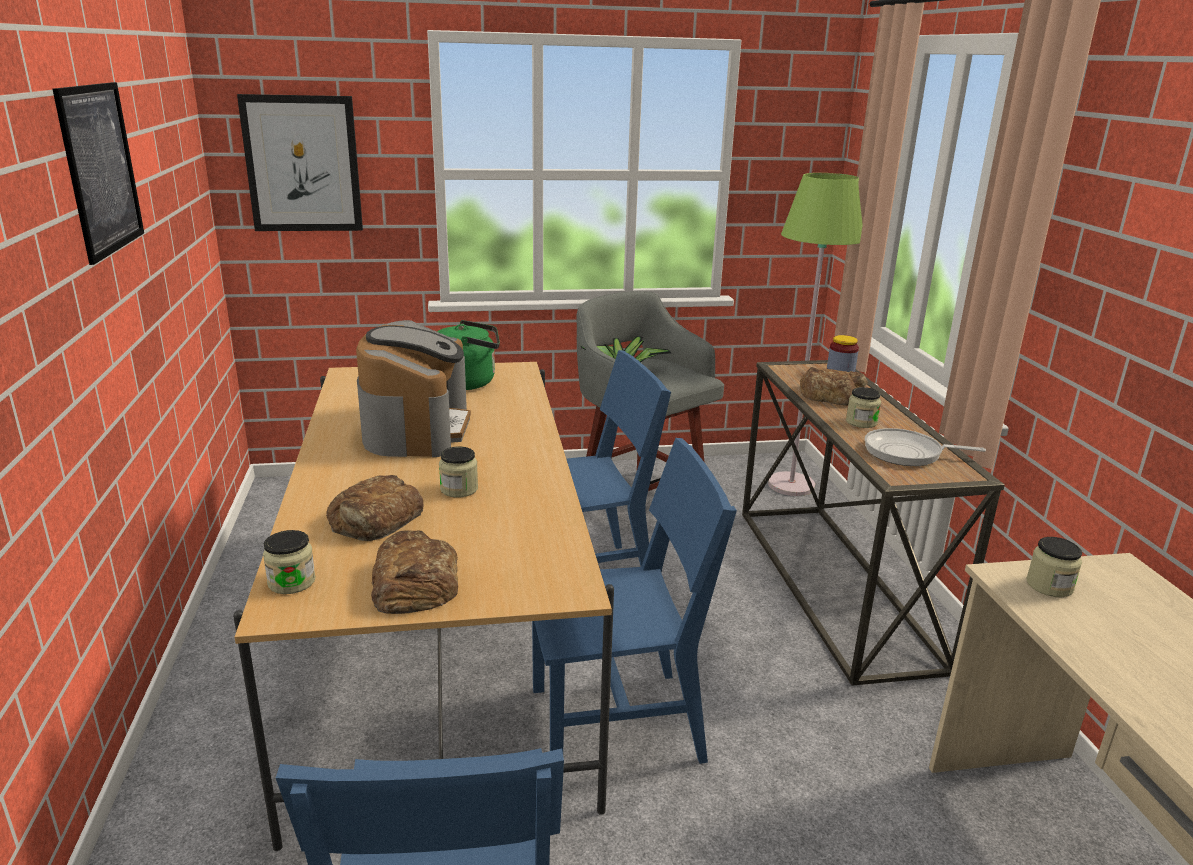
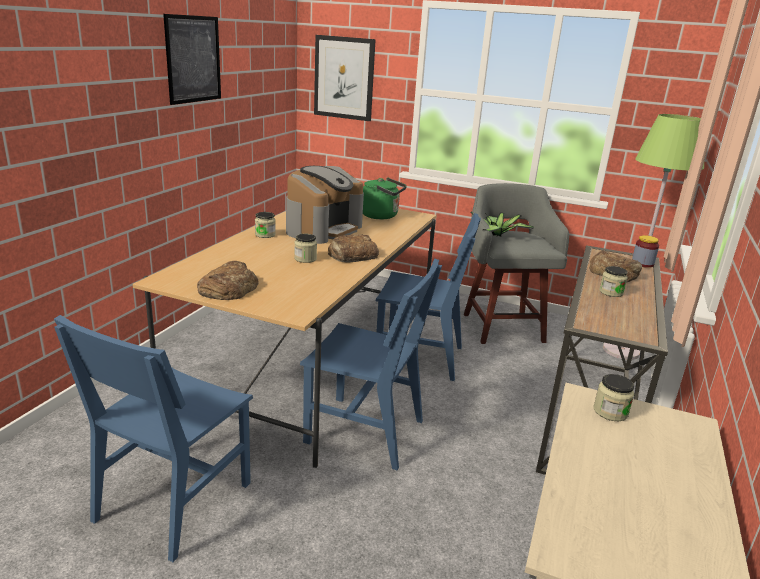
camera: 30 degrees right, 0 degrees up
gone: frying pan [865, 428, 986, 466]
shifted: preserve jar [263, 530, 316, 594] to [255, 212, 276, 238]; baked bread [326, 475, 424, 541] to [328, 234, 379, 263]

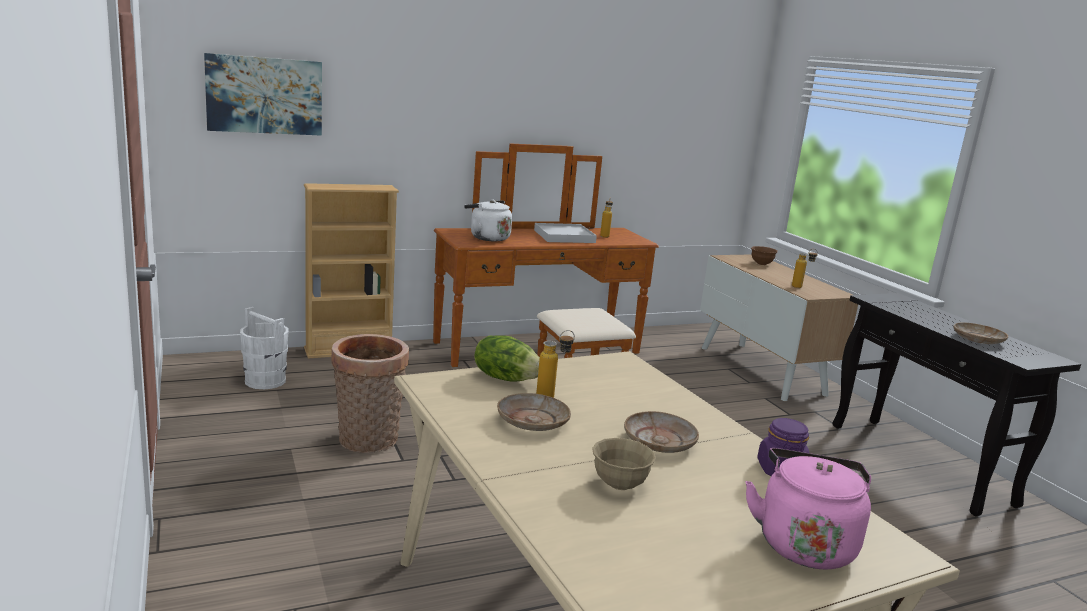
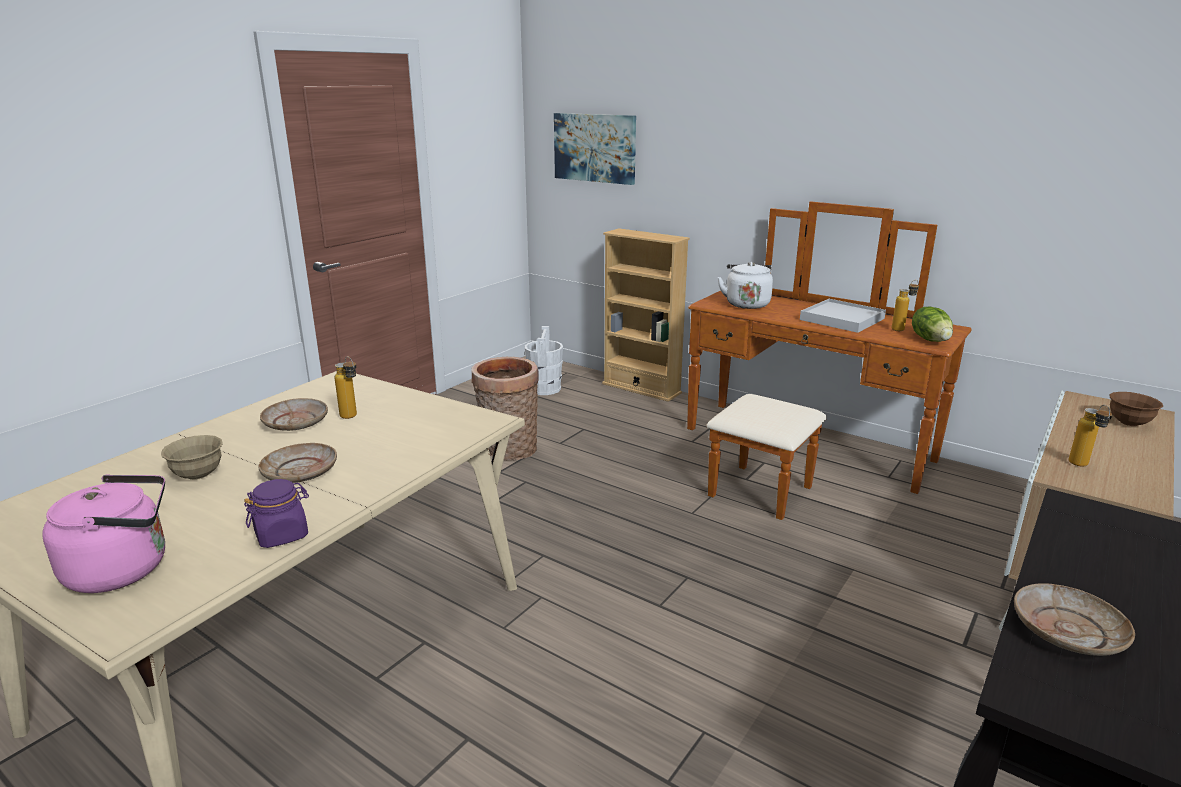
camera: 60 degrees right, 5 degrees up
shifted: head of lettuce [474, 335, 540, 381] to [912, 306, 953, 342]

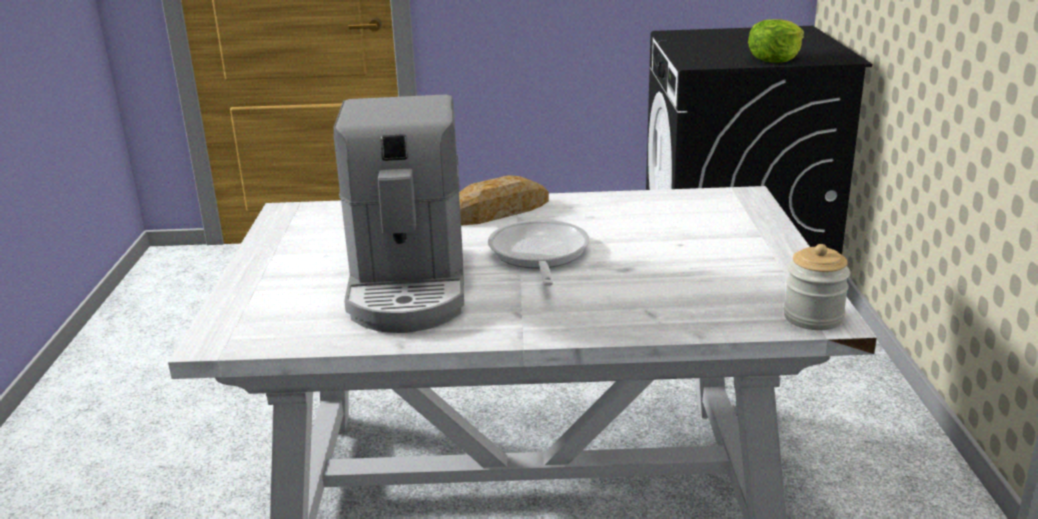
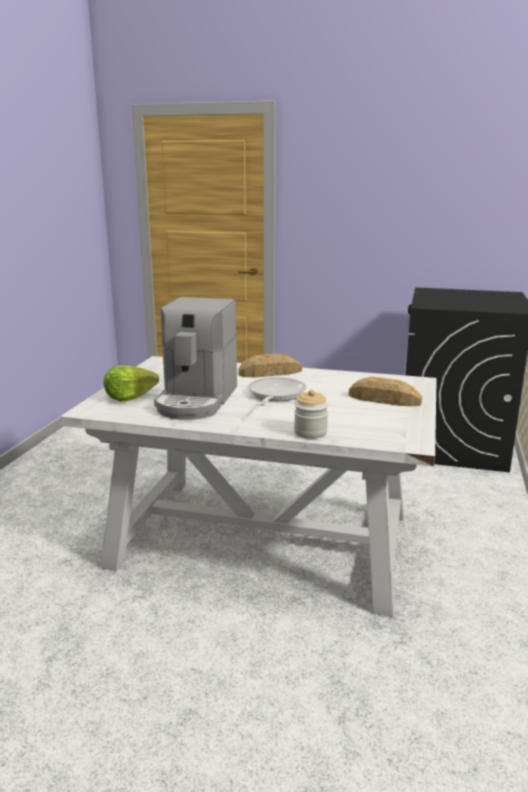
camera: 15 degrees right, 5 degrees down
new: baked bread [349, 377, 422, 406]
shifted: head of lettuce [748, 19, 804, 63] to [104, 366, 159, 402]; preserve jar [784, 244, 850, 330] to [294, 389, 329, 439]

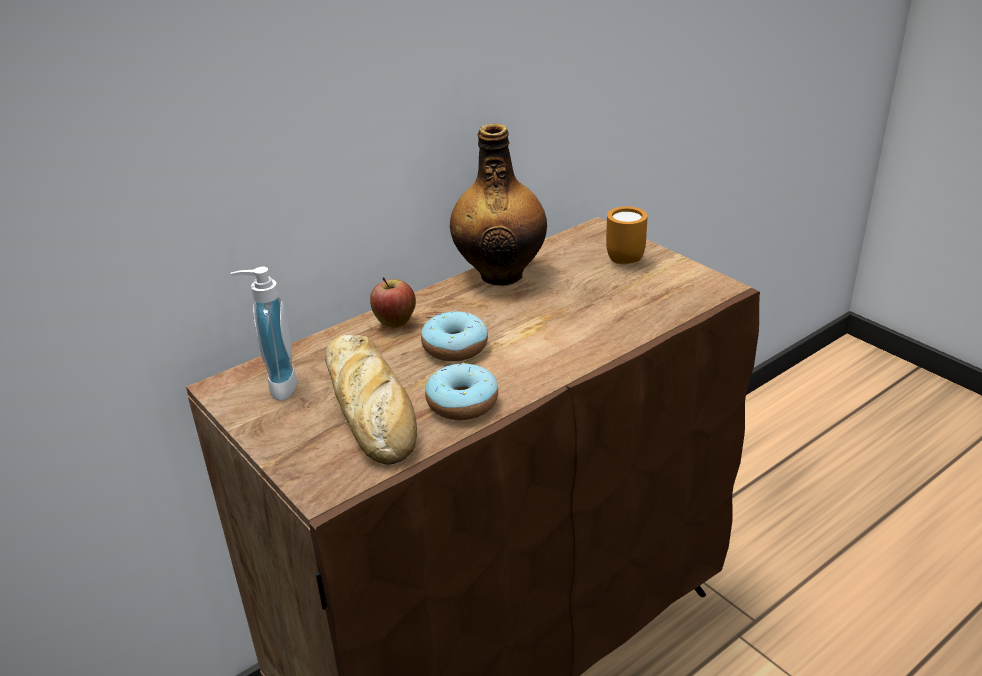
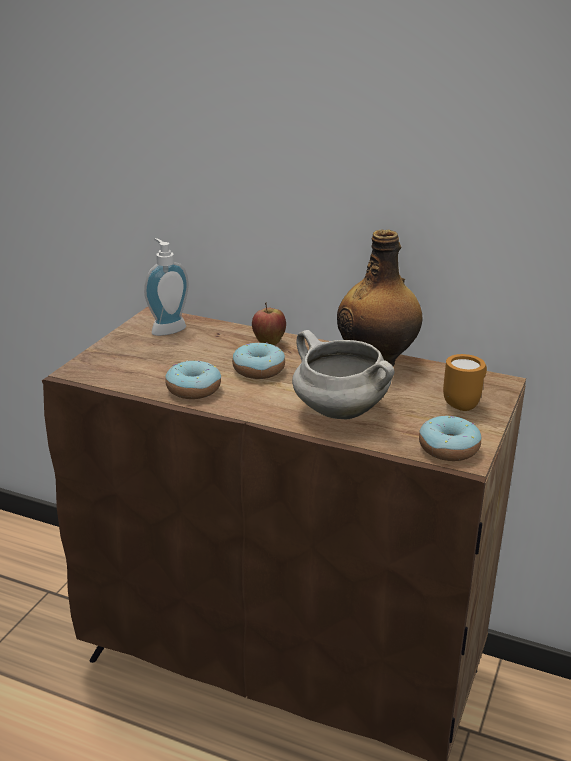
camera: 60 degrees right, 5 degrees down
gone: baked bread [325, 335, 417, 465]
new: saucepot (whitish) [292, 330, 394, 420]; donut [419, 416, 481, 461]

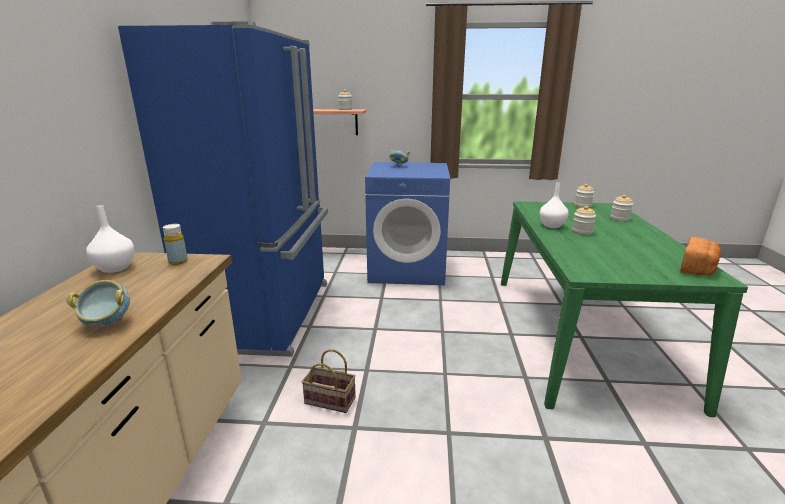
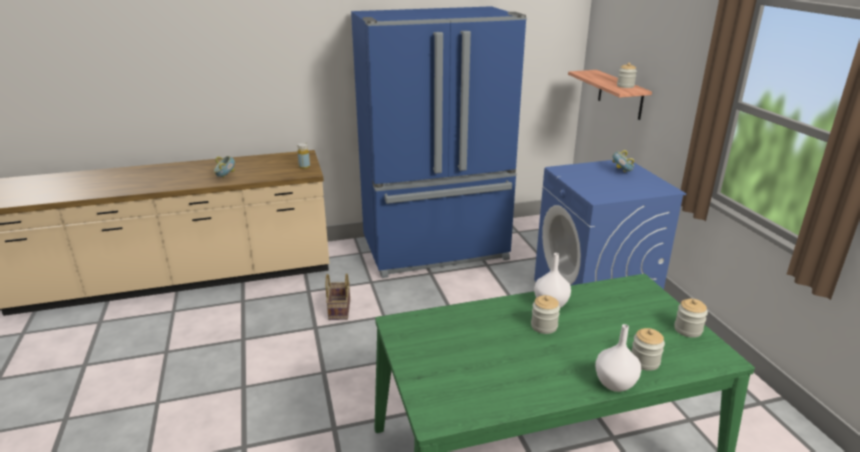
camera: 70 degrees right, 5 degrees up
gone: baked bread [680, 237, 721, 275]
shifted: flower vase (whitish) [87, 205, 134, 273] to [595, 324, 641, 392]

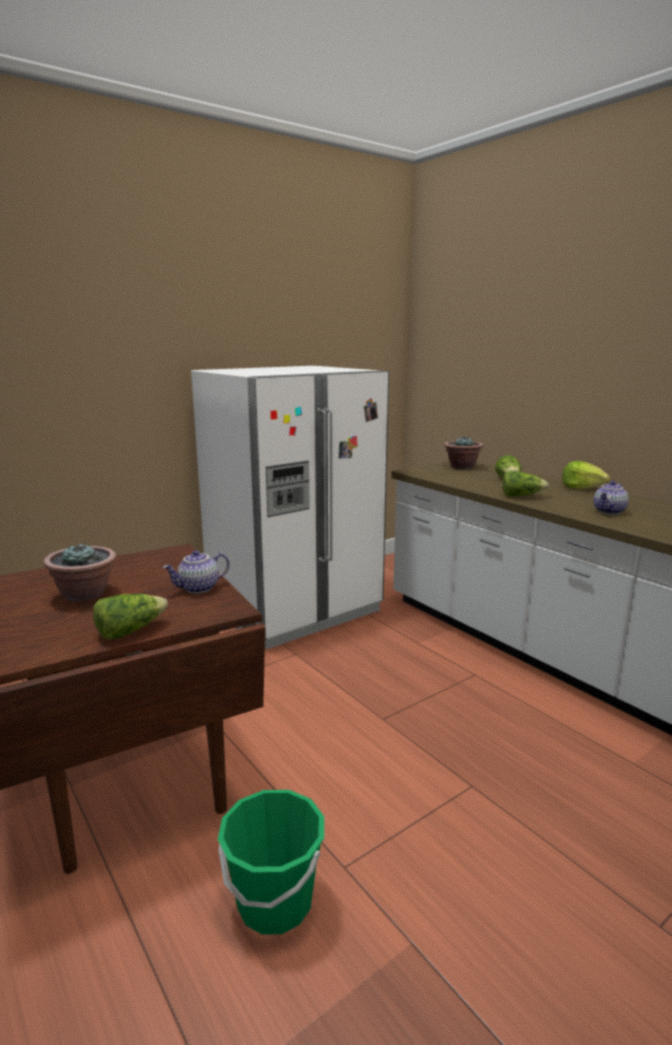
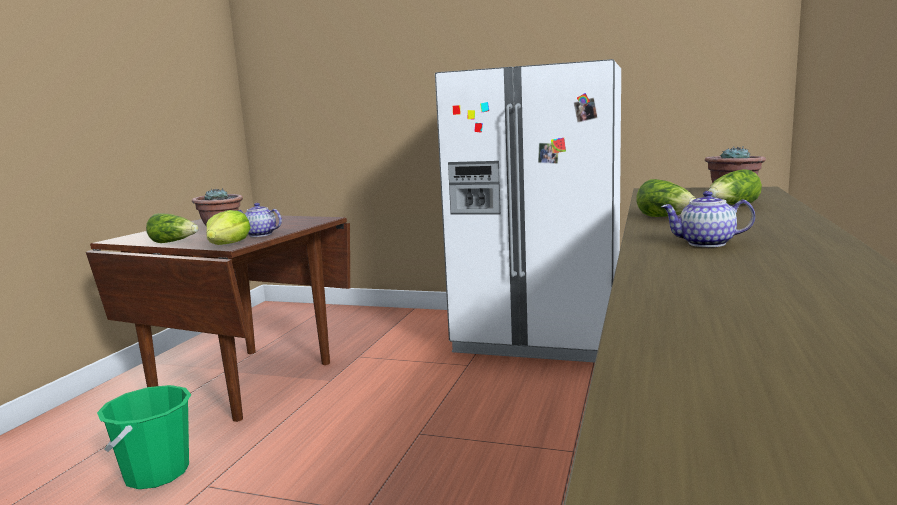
camera: 55 degrees right, 5 degrees down
shifted: head of lettuce [562, 461, 610, 489] to [206, 210, 251, 245]

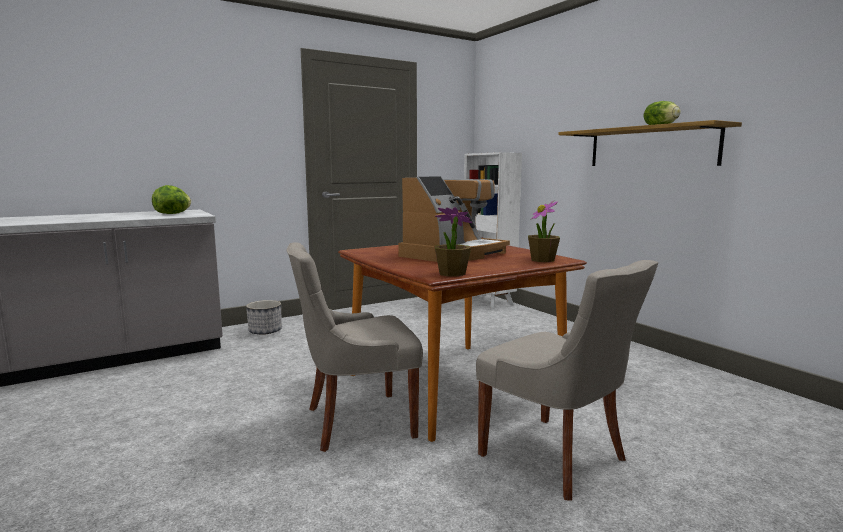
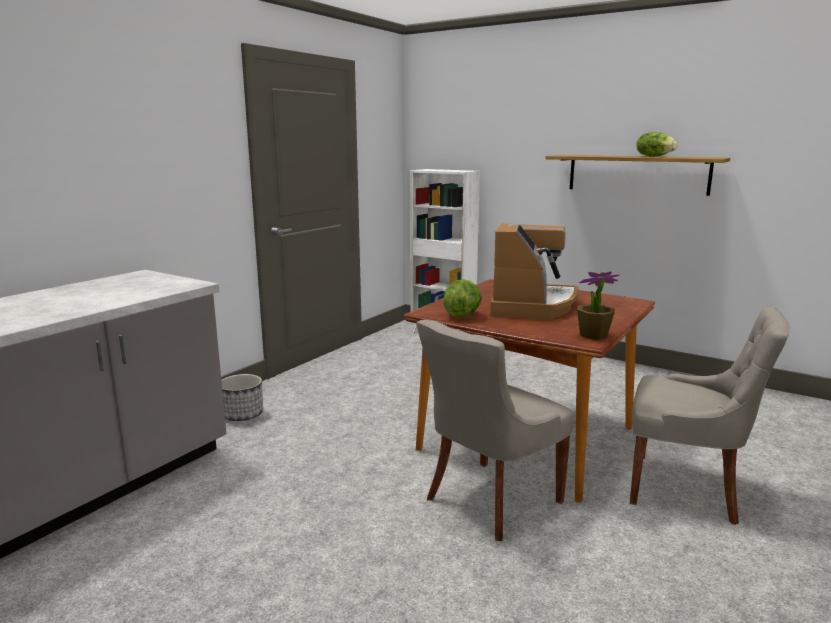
camera: 25 degrees left, 5 degrees up
gone: houseplant [528, 201, 560, 262]
shifted: head of lettuce [152, 185, 191, 214] to [443, 279, 482, 318]

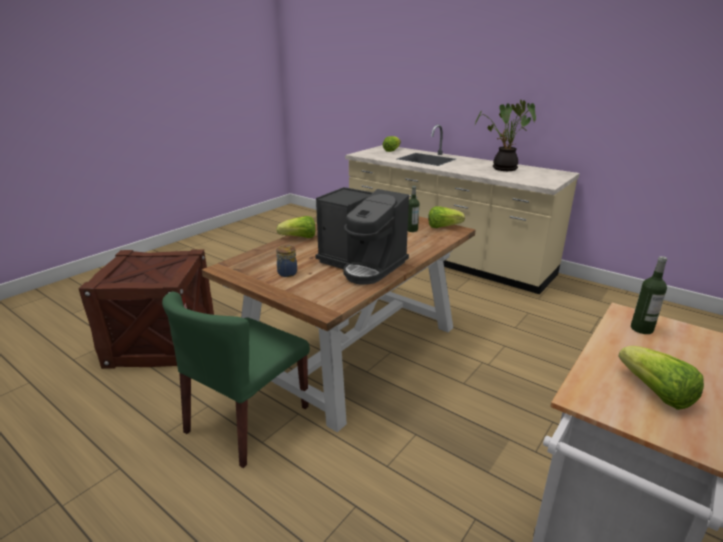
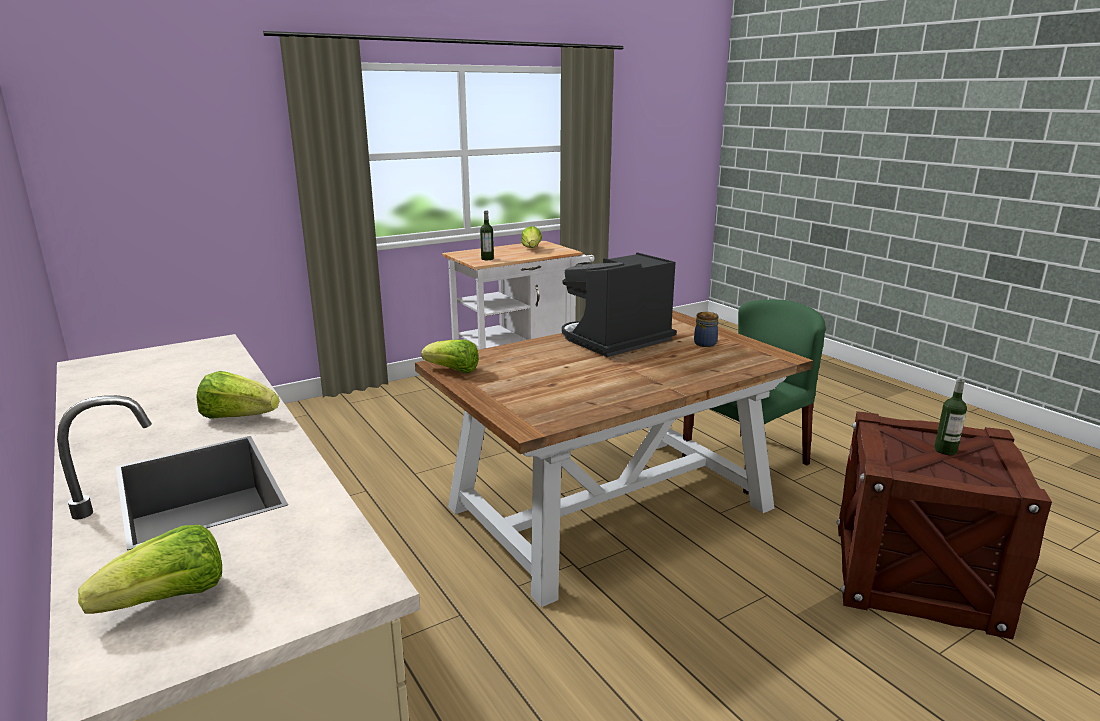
camera: 160 degrees left, 5 degrees down
gone: houseplant [475, 100, 536, 171]
shifted: head of lettuce [277, 216, 315, 238] to [196, 371, 279, 419]; drink bottle [408, 186, 419, 232] to [934, 377, 967, 455]
rotated: coffee maker [316, 187, 409, 285] = [562, 252, 677, 357] 90 degrees counterclockwise

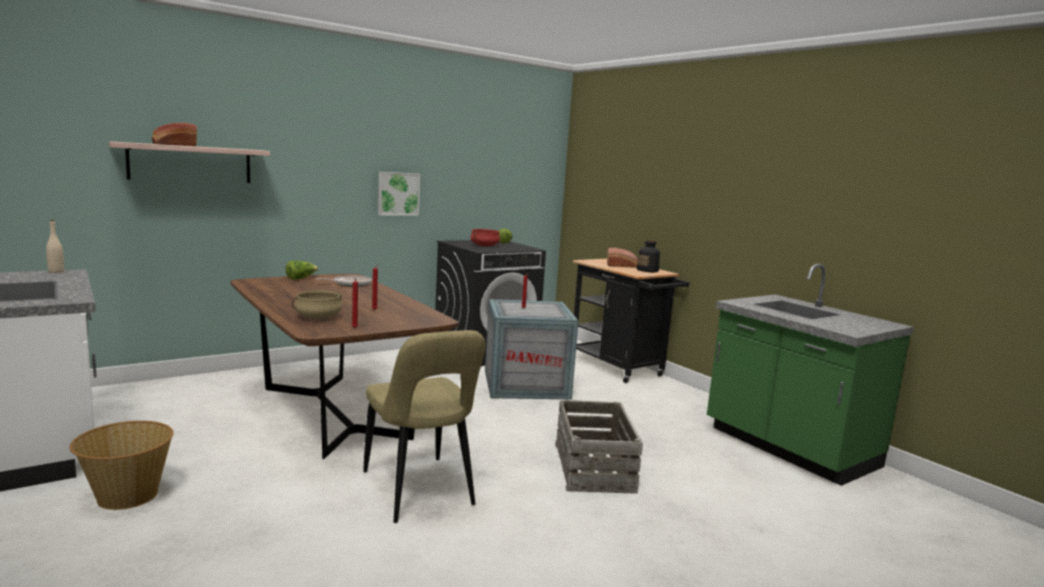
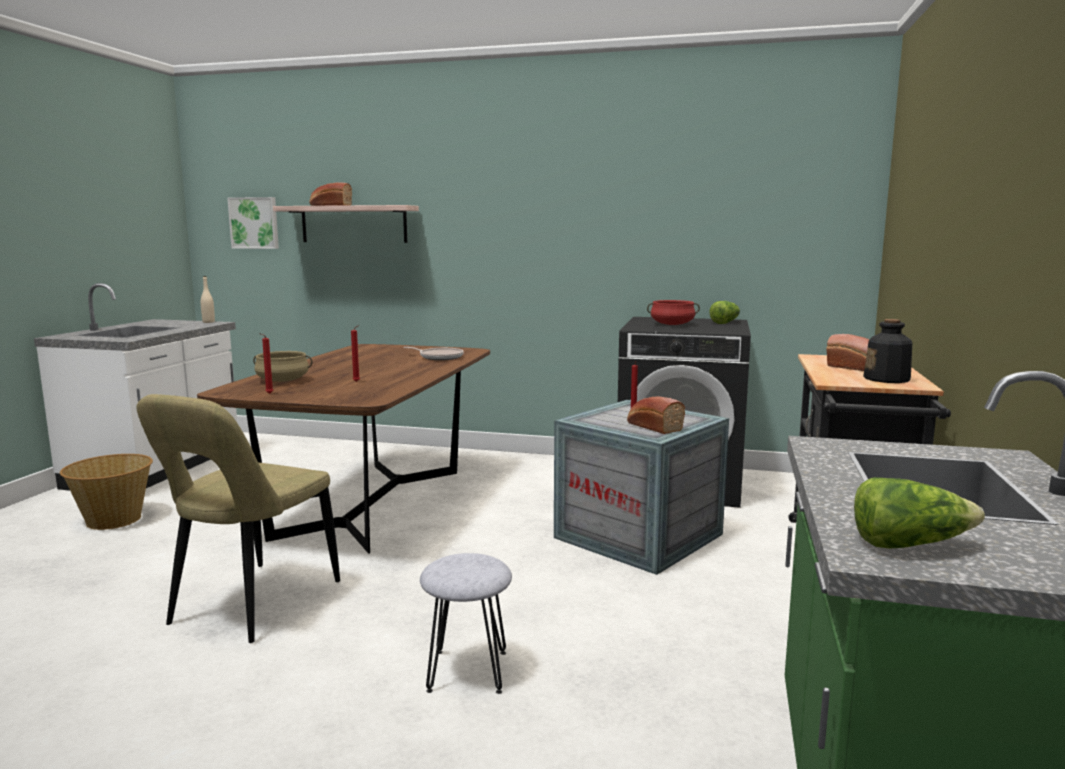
camera: 50 degrees right, 0 degrees up
new: baked bread [627, 397, 685, 434]
shifted: head of lettuce [286, 261, 318, 280] to [854, 477, 985, 549]; wall art [378, 172, 420, 216] to [227, 197, 279, 249]
swapped: shipping crate [555, 400, 643, 494] to stool seat (gray) [420, 553, 512, 694]

